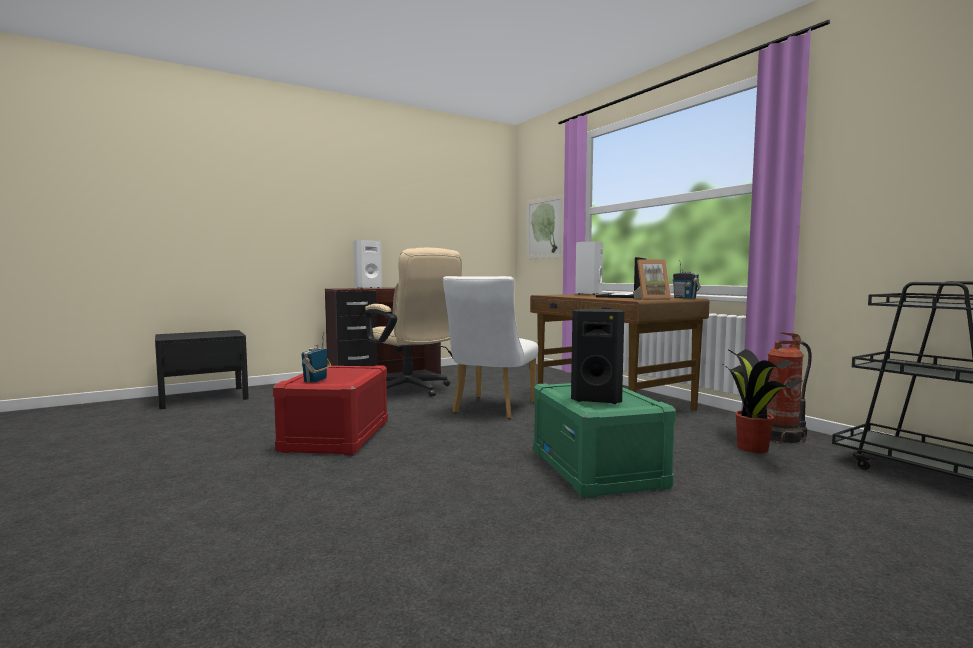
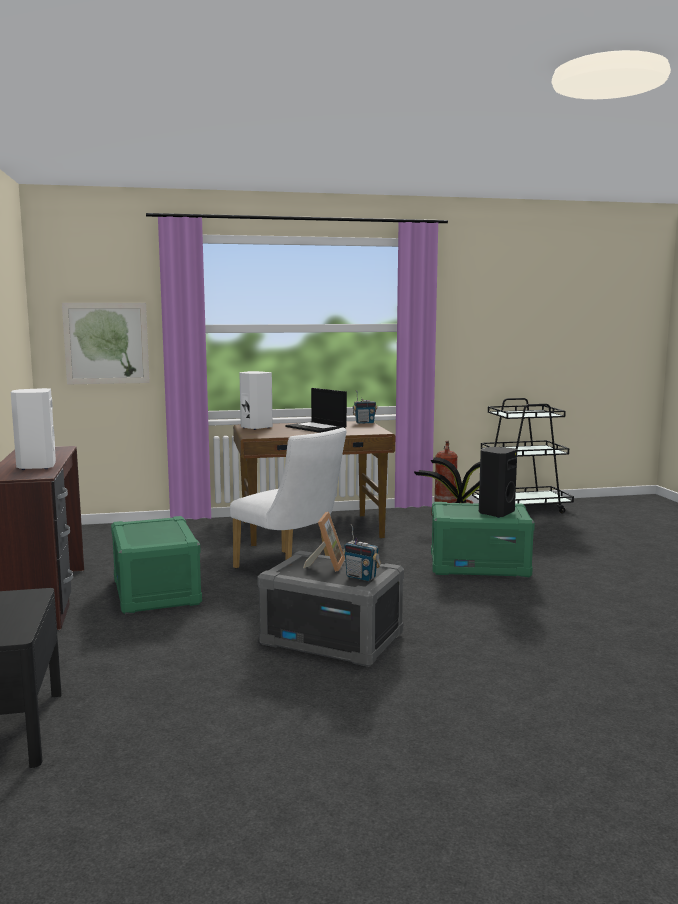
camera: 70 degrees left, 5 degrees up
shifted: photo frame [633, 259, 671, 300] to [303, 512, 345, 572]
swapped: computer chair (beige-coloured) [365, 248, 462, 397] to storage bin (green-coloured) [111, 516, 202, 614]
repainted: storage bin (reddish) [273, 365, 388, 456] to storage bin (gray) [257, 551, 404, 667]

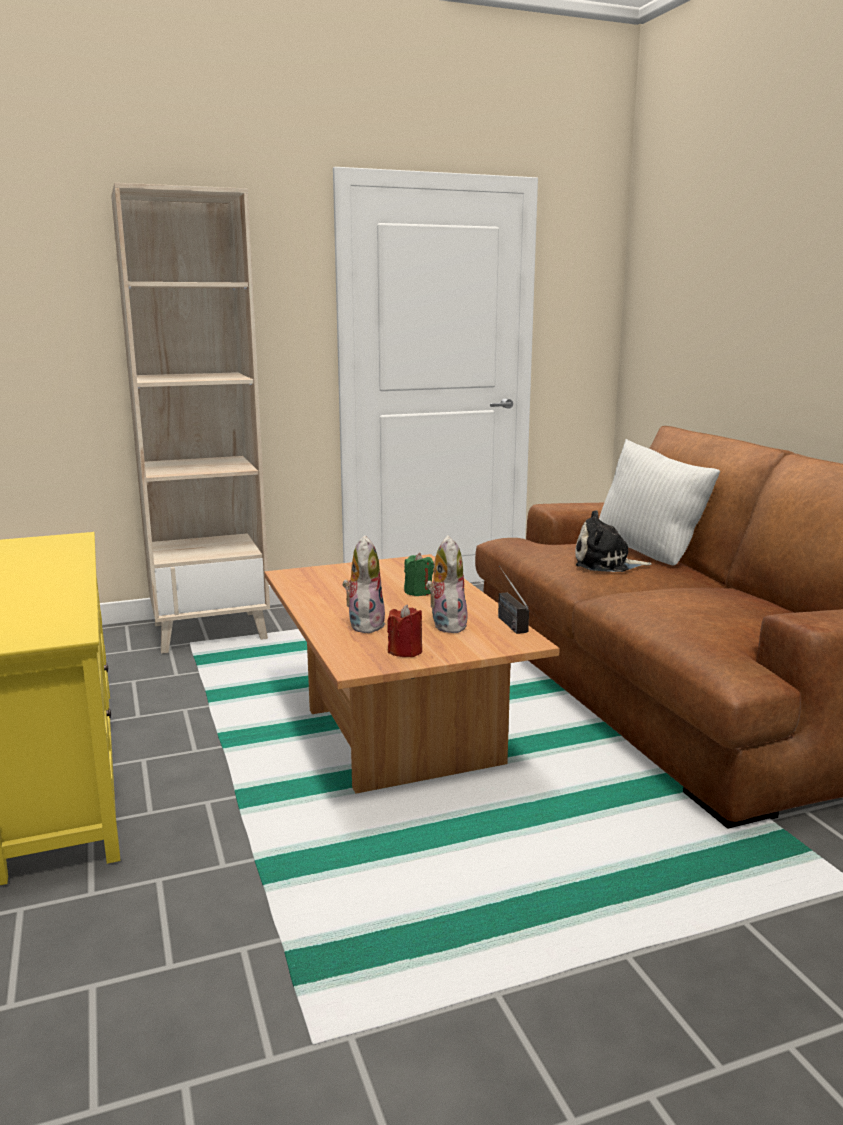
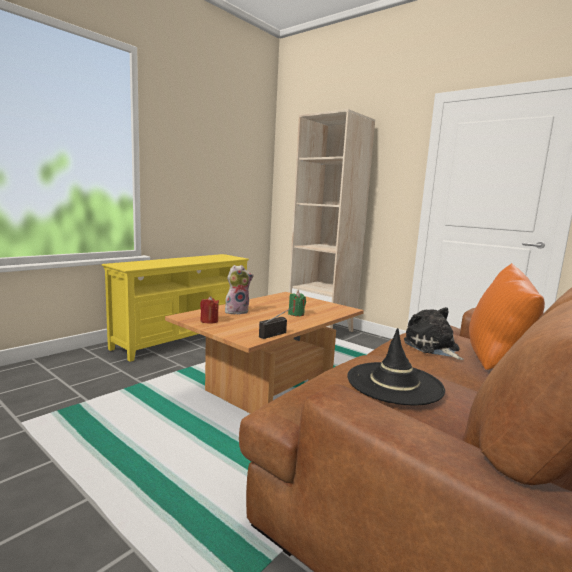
camera: 60 degrees right, 5 degrees down
gone: cuddly toy [426, 535, 468, 633]
new: clothing hat (black-coloured) [347, 328, 445, 405]
repainted: cushion (whitish) [599, 439, 720, 566] to cushion (orangey) [469, 263, 545, 370]

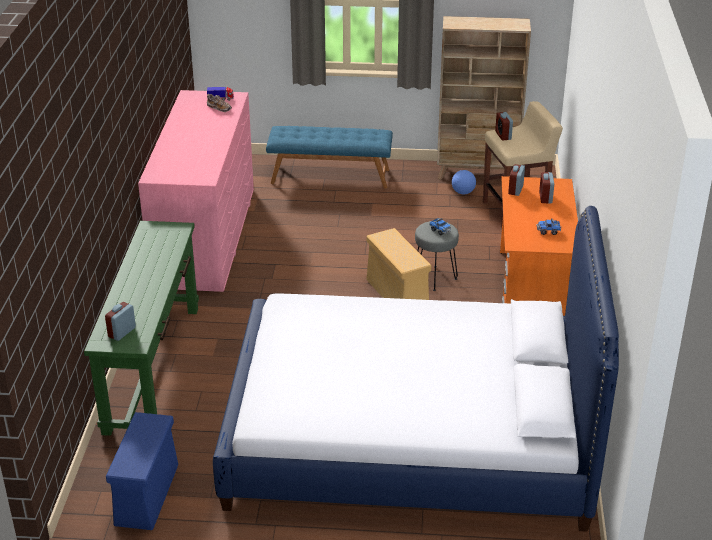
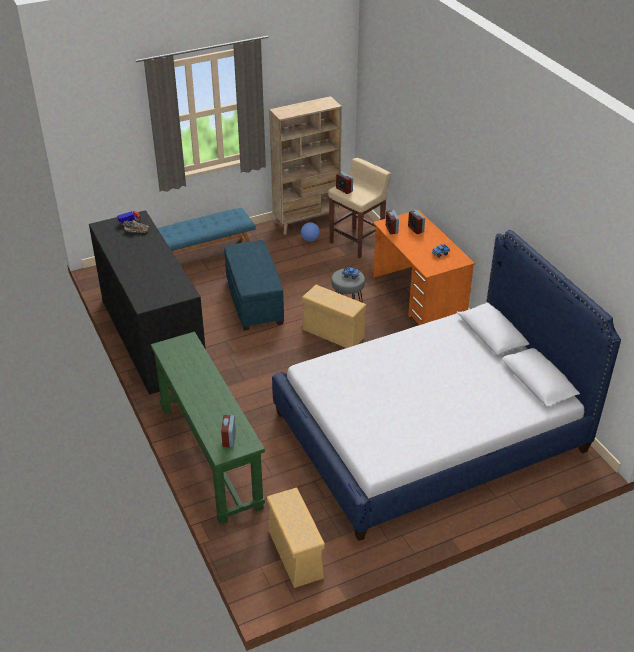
camera: 30 degrees left, 5 degrees up
new: pouffe (blue-coloured) [224, 240, 284, 331]
repainted: storage bin (blue-coloured) [106, 412, 178, 530] to storage bin (beige-coloured) [267, 488, 325, 588]; drawer chest (pink-coloured) [138, 90, 254, 292] to drawer chest (black-coloured) [89, 210, 206, 395]

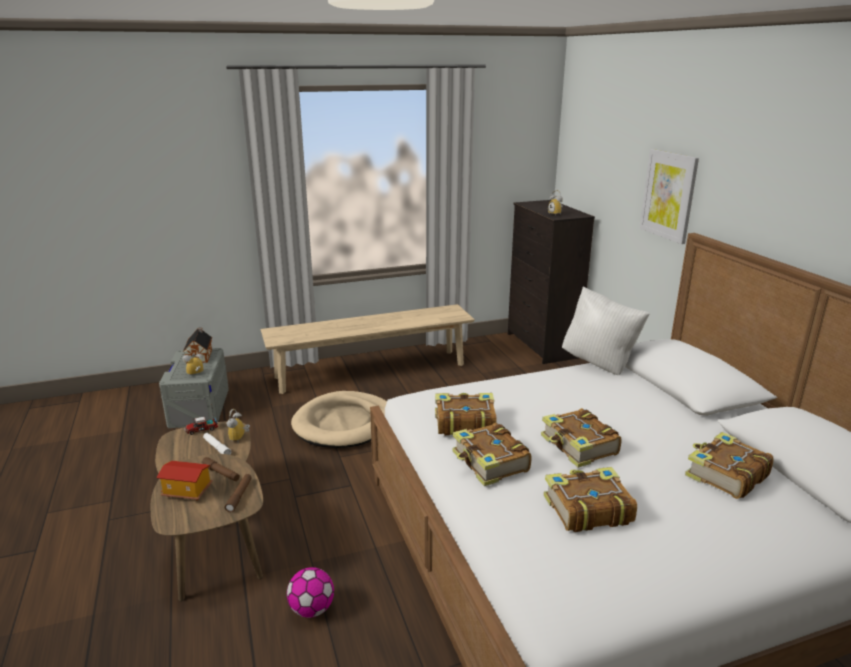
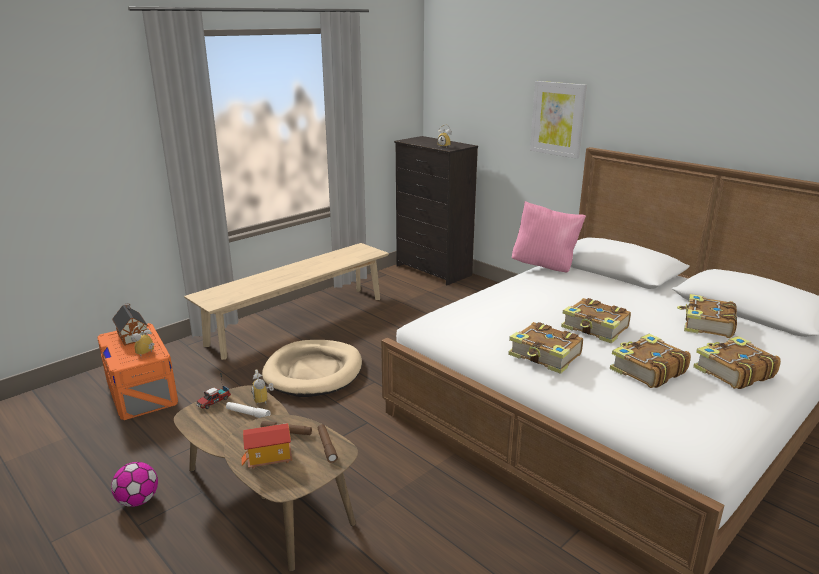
camera: 25 degrees left, 0 degrees up
shifted: ball for football [287, 567, 334, 618] to [111, 462, 158, 507]; volume [435, 393, 497, 436] to [693, 336, 781, 389]
repainted: storage bin (gray) [159, 348, 229, 428] to storage bin (orangey) [97, 323, 178, 420]; cushion (whitish) [562, 286, 650, 375] to cushion (pink-coloured) [512, 201, 586, 273]

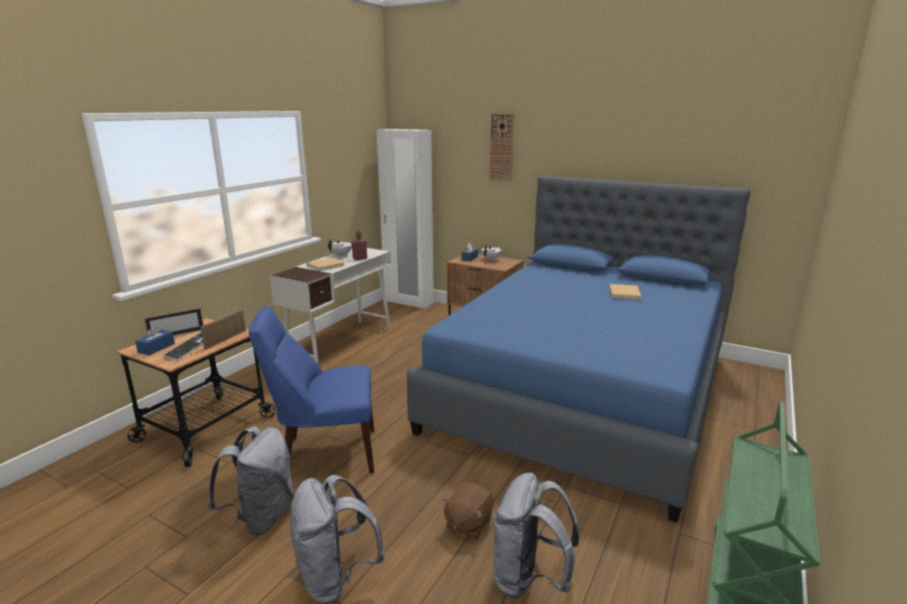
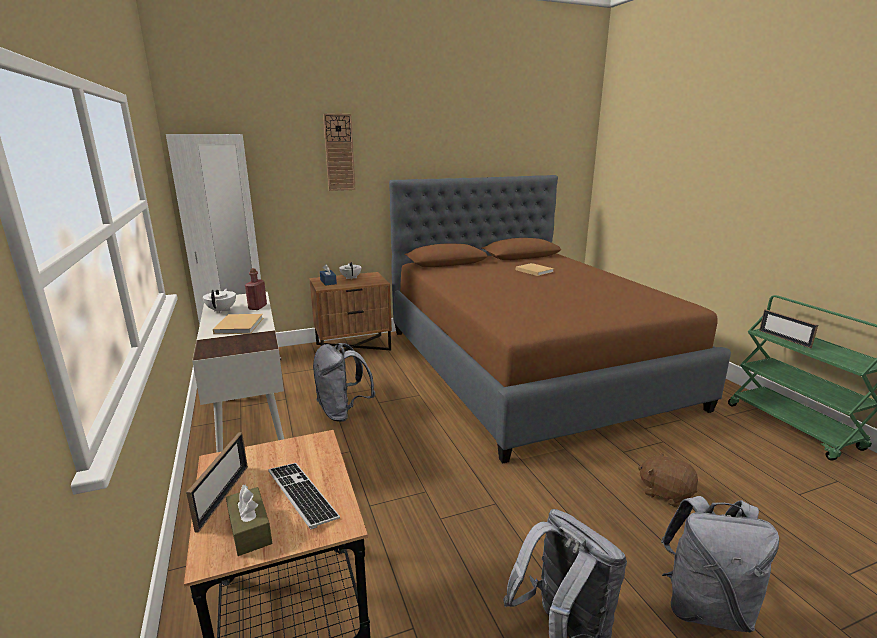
camera: 50 degrees left, 0 degrees up
gone: plain chair (blue-coloured) [249, 306, 374, 473]
shifted: photo frame [200, 309, 246, 350] to [759, 309, 818, 348]; backpack (gray) [493, 472, 580, 598] to [313, 343, 375, 422]
repainted: tissue box (blue-coloured) [135, 324, 175, 355] to tissue box (brown-coloured) [226, 485, 272, 556]; bedroom bed (blue-coloured) [407, 176, 750, 522] to bedroom bed (brown-coloured) [389, 175, 731, 464]
rotated: cuddly toy (brown-coloured) [442, 483, 494, 539] = [638, 452, 698, 507] 150 degrees clockwise

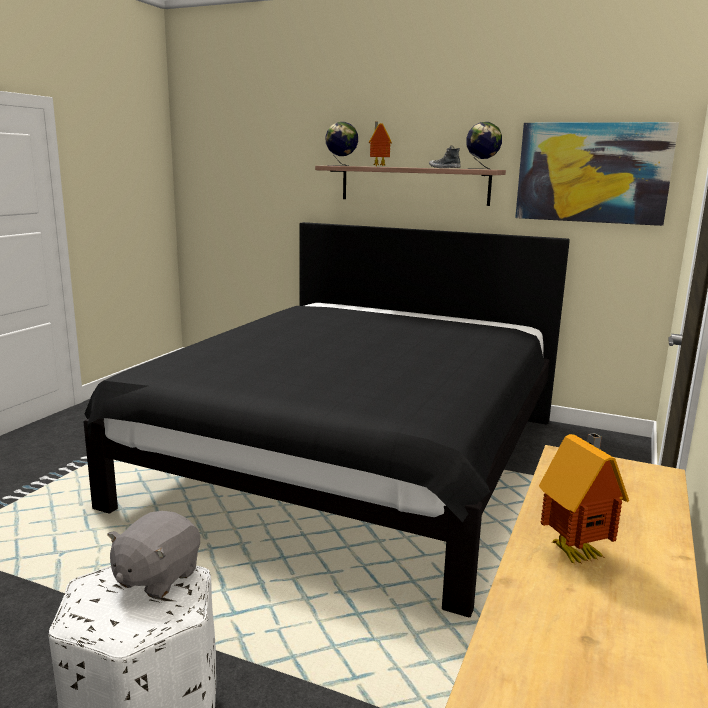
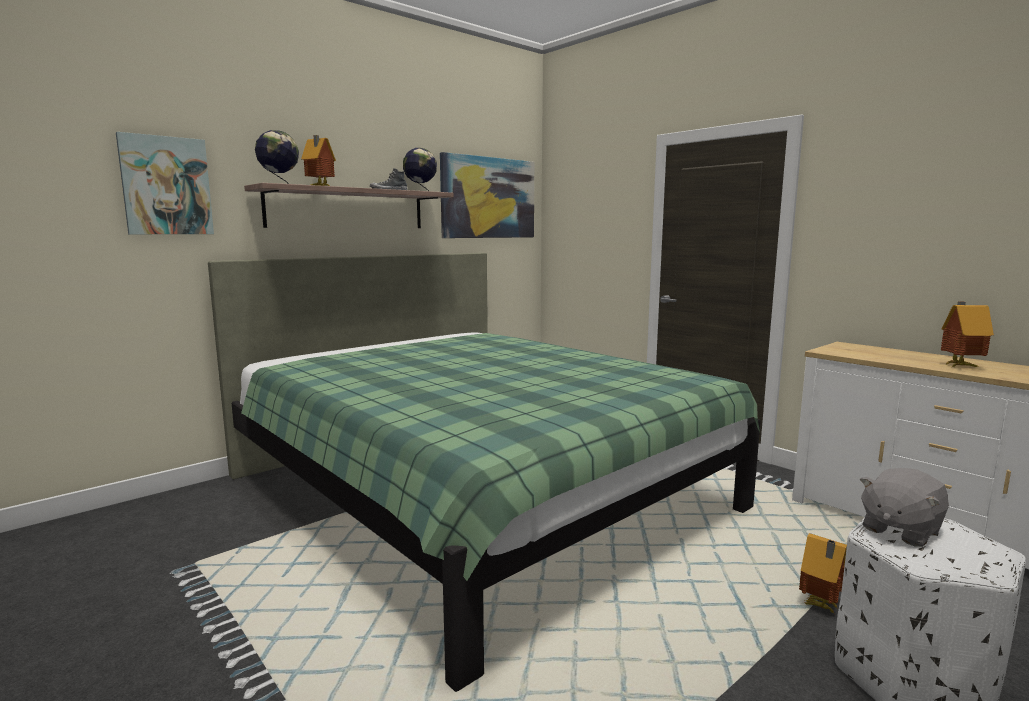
camera: 65 degrees left, 5 degrees down
new: wall art [116, 132, 214, 234]; toy house [799, 533, 847, 613]
repainted: bedroom bed (black-coloured) [83, 222, 570, 617] to bedroom bed (green-coloured) [208, 253, 760, 692]
rotated: cuddly toy (gray) [107, 511, 200, 599] = [860, 468, 949, 547] 90 degrees clockwise

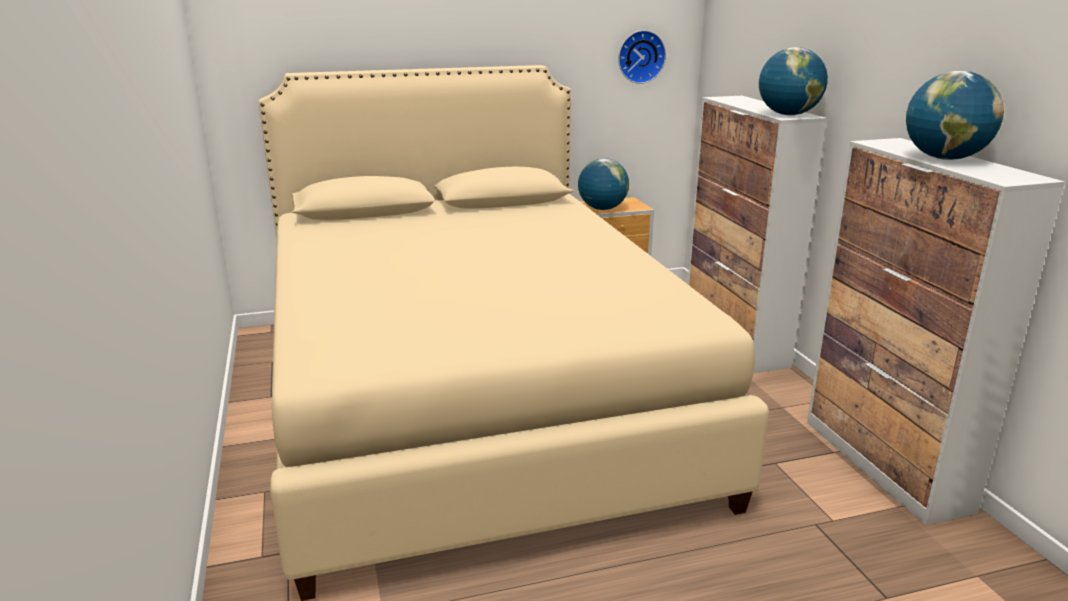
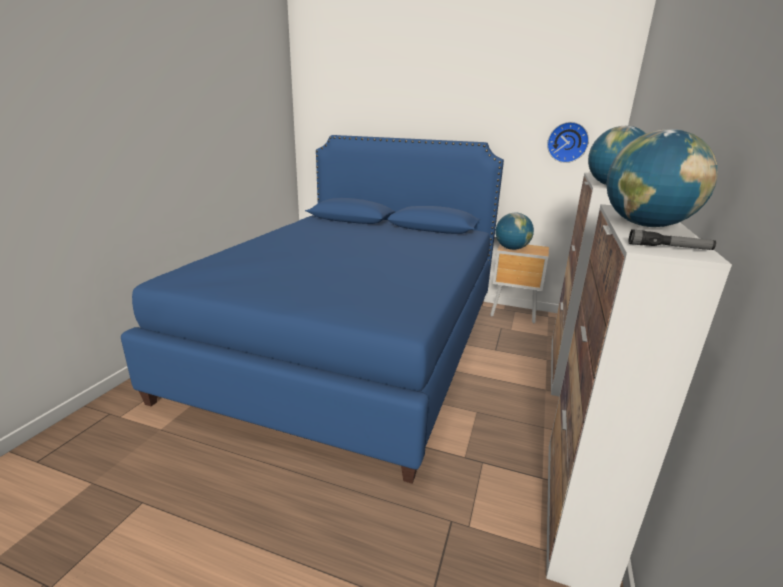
camera: 35 degrees right, 0 degrees up
new: hand torch [628, 229, 716, 250]
repainted: bedroom bed (beige-coloured) [259, 65, 769, 601] to bedroom bed (blue-coloured) [121, 135, 504, 484]

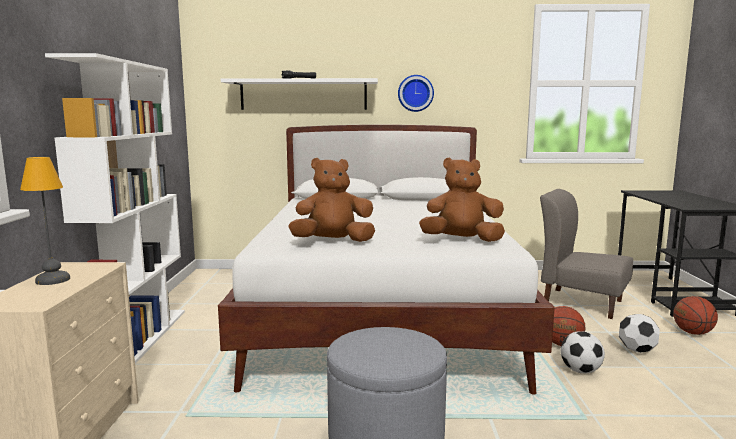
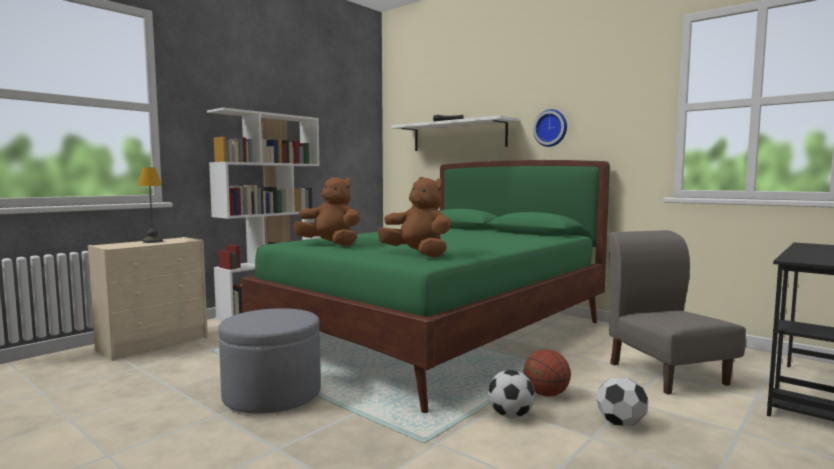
camera: 40 degrees right, 5 degrees down
gone: basketball ball [673, 296, 718, 335]
repainted: bedroom bed (whitish) [218, 124, 555, 395] to bedroom bed (green-coloured) [242, 160, 610, 413]

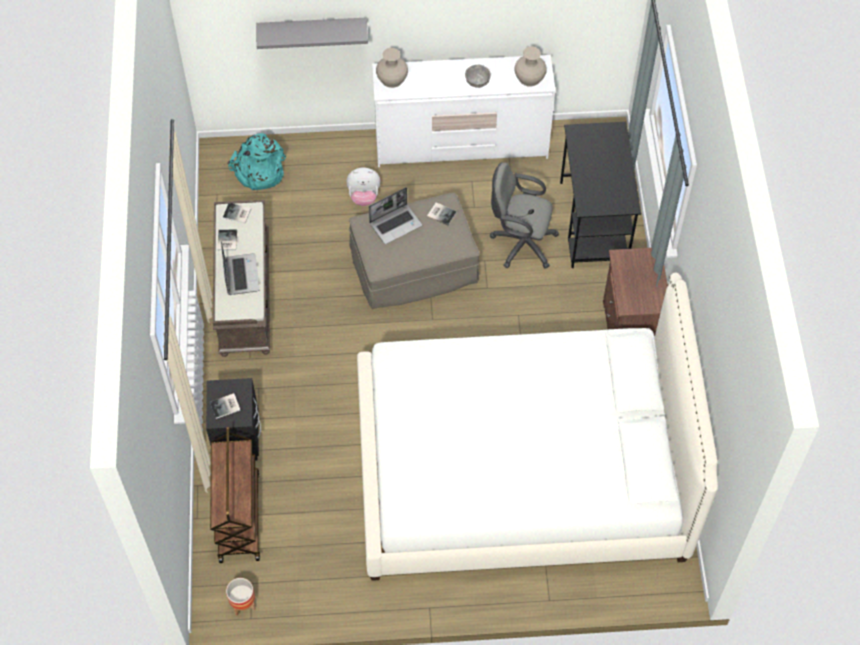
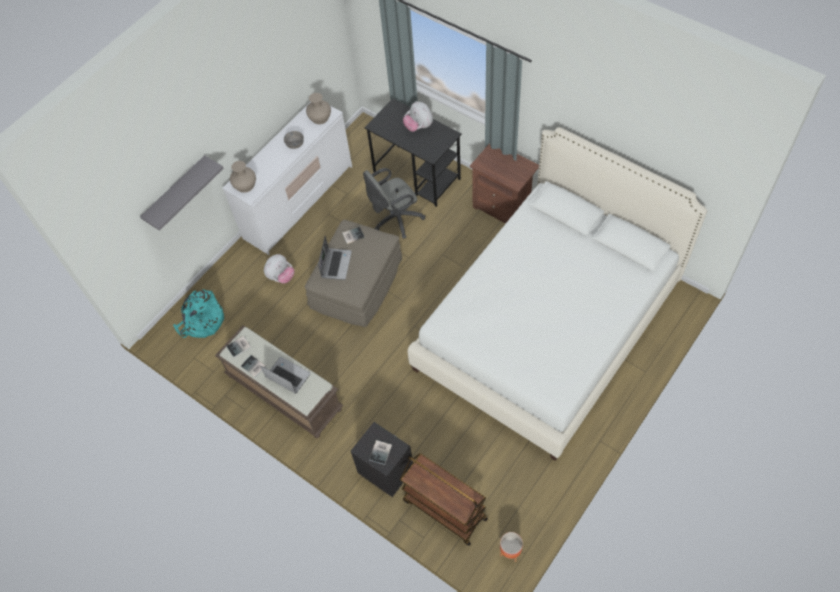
camera: 45 degrees left, 0 degrees up
new: cuddly toy [403, 101, 433, 132]

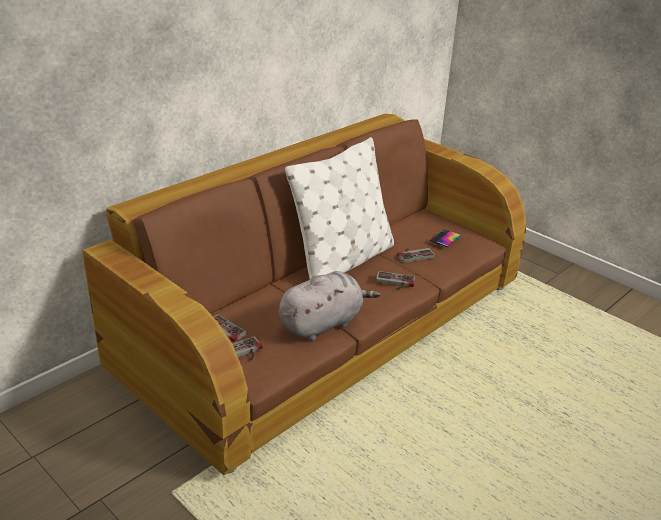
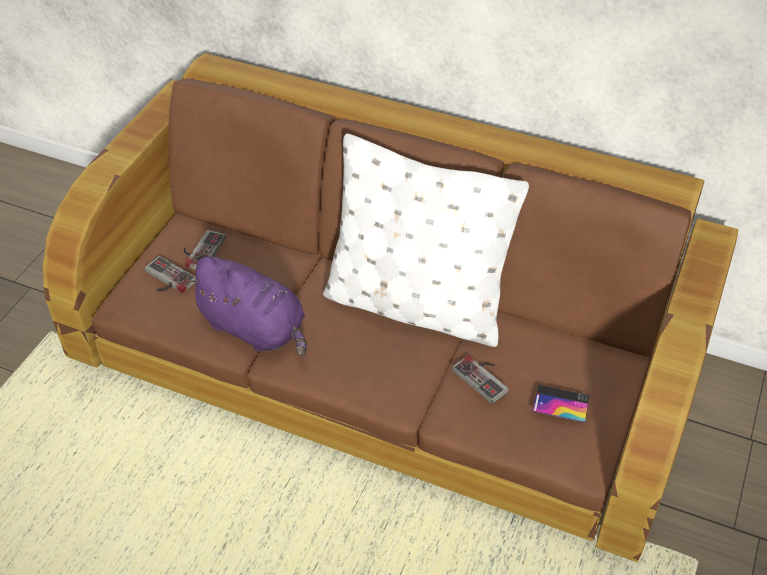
camera: 70 degrees right, 15 degrees up
gone: joypad [376, 271, 415, 290]
repainted: cuddly toy (gray) [279, 271, 380, 341] to cuddly toy (purple) [186, 256, 307, 356]

